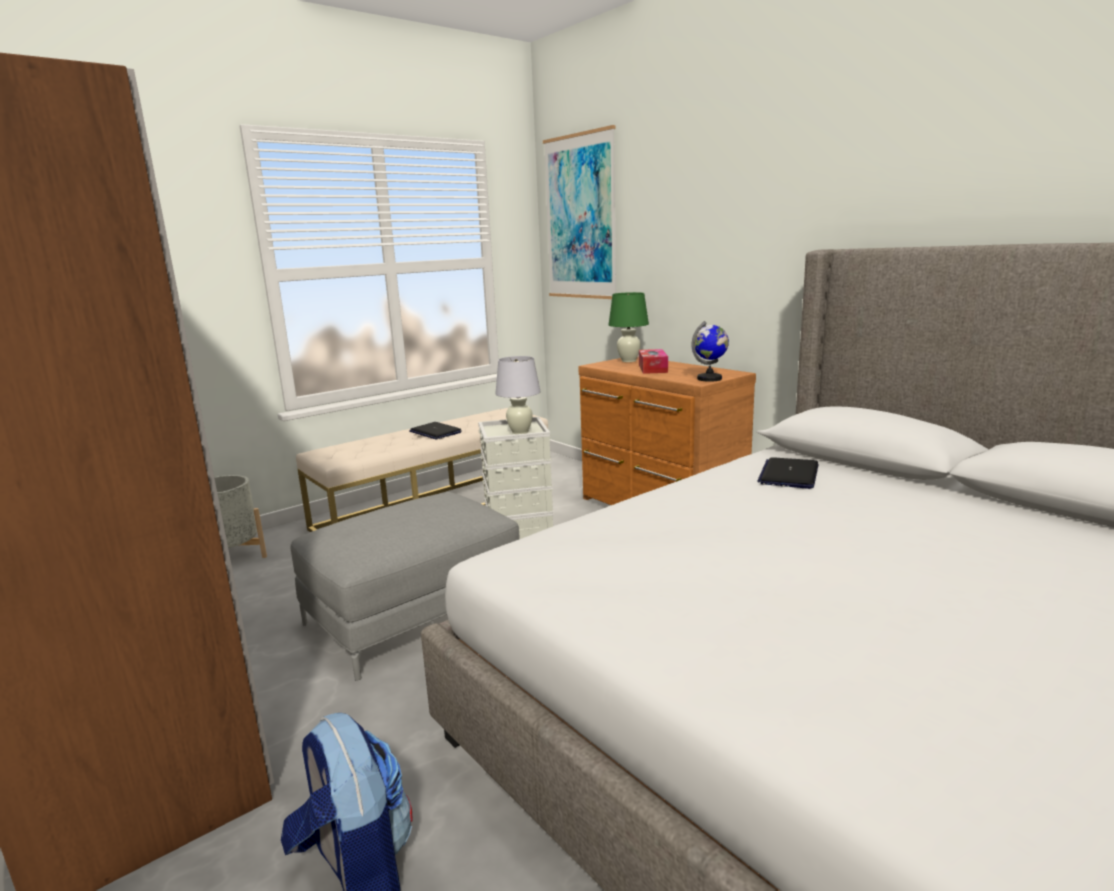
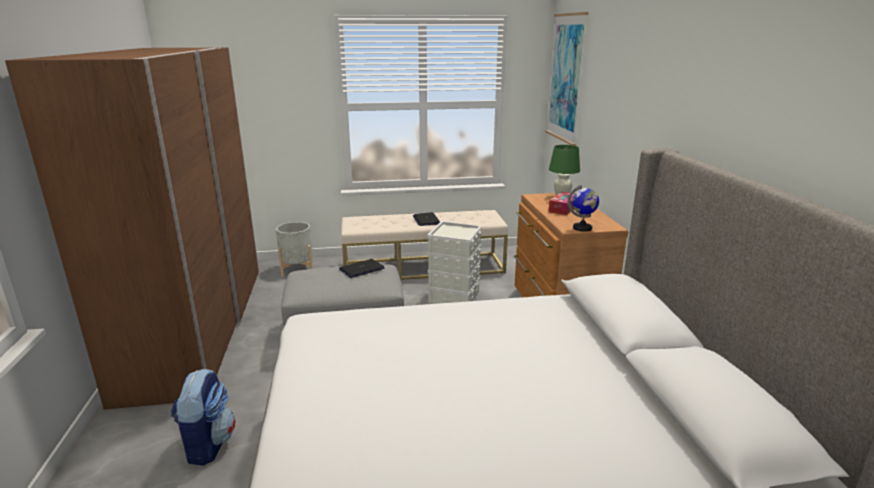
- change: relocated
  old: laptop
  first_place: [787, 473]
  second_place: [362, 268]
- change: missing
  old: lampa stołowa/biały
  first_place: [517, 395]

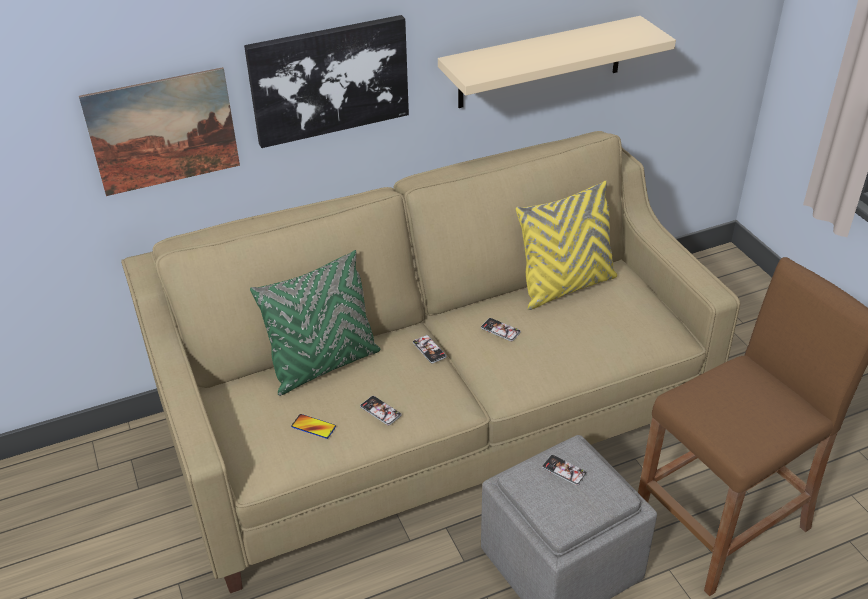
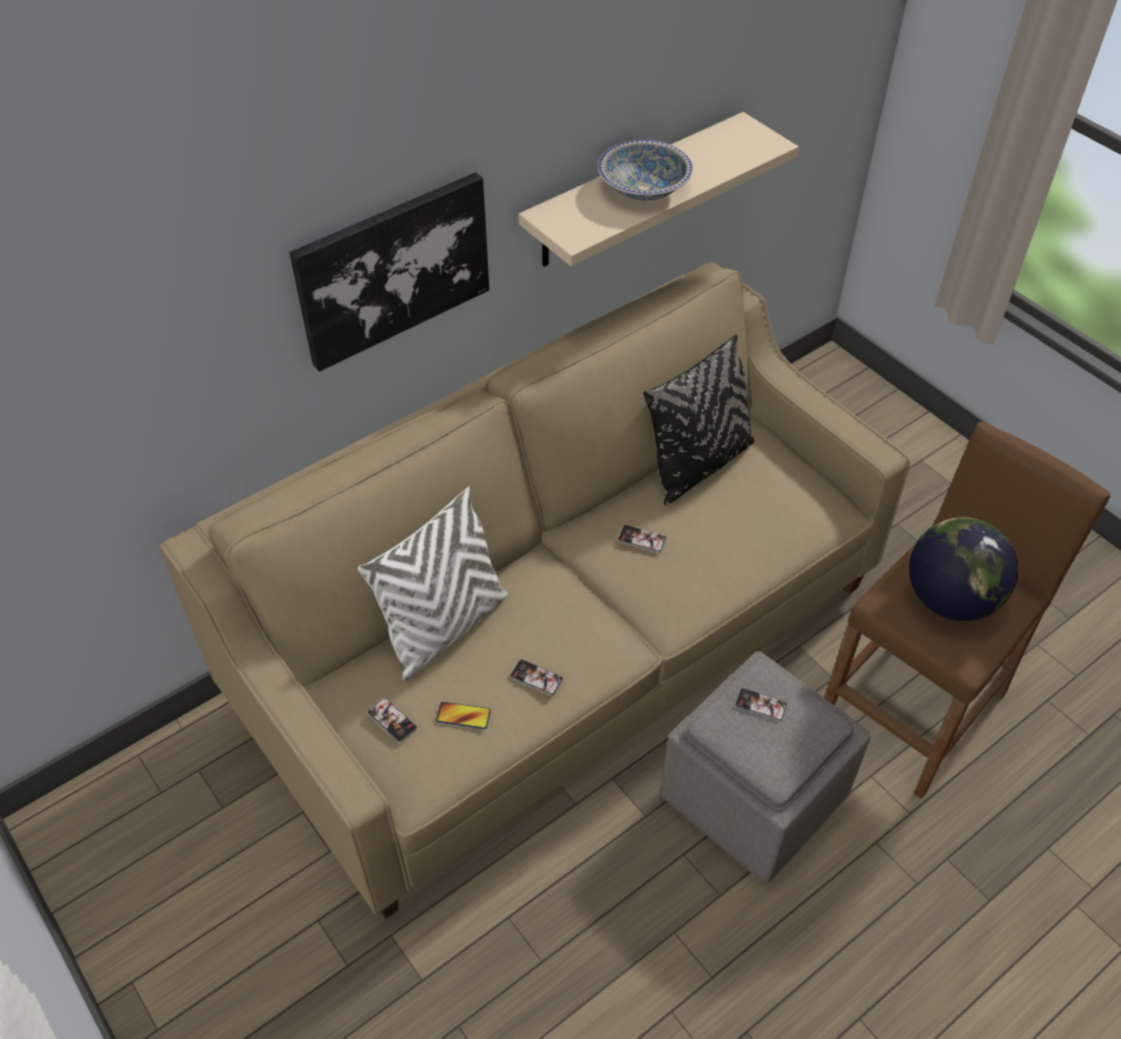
- change: colour
  old: poduszka/zielony
  new: poduszka/biały
  first_place: [315, 323]
  second_place: [433, 584]
- change: relocated
  old: telefon
  first_place: [430, 349]
  second_place: [392, 720]
- change: appeared
  new: miska
  second_place: [645, 170]
- change: colour
  old: poduszka/żółty
  new: poduszka/czarny
  first_place: [566, 245]
  second_place: [699, 419]
- change: appeared
  new: globus
  second_place: [963, 569]
- change: missing
  old: obraz
  first_place: [159, 131]

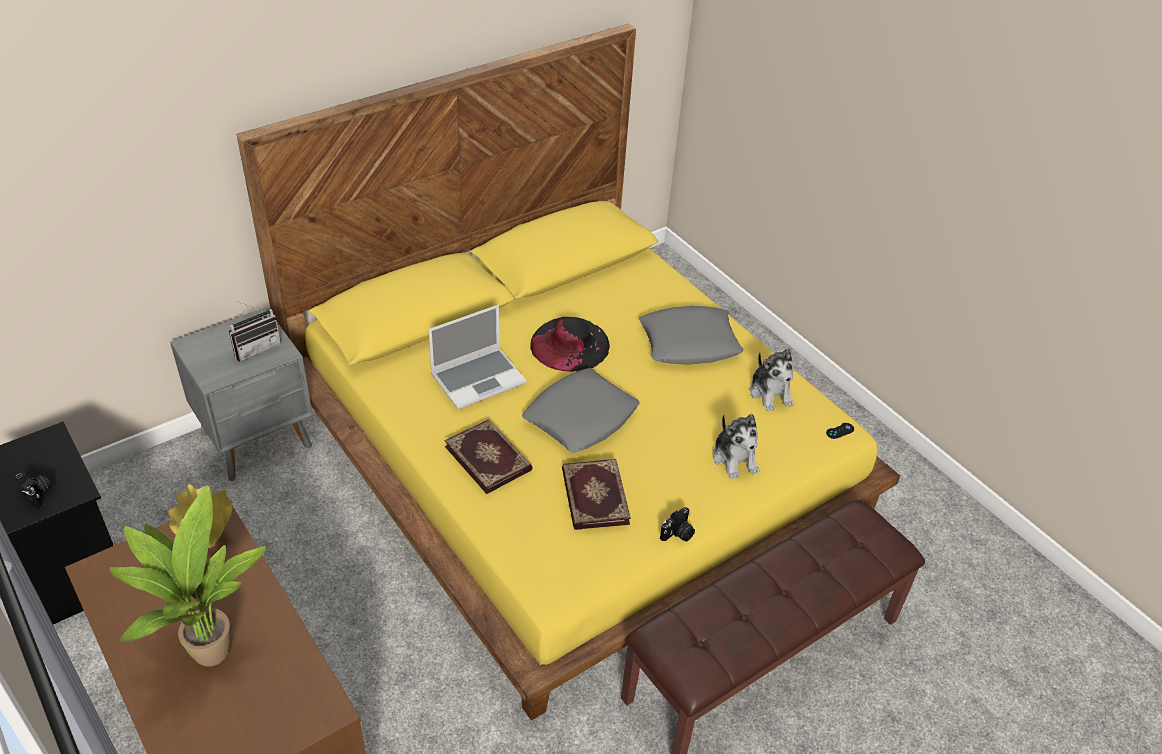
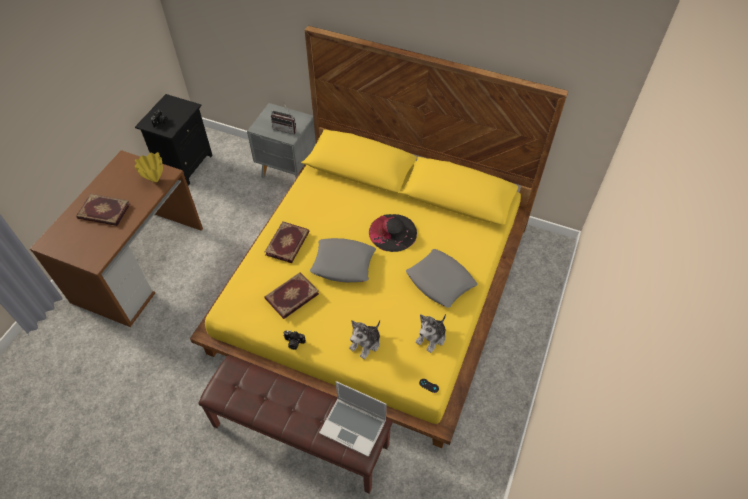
- change: exchanged
  old: roślina doniczkowa
  new: książka
  first_place: [187, 576]
  second_place: [103, 210]
- change: relocated
  old: laptop
  first_place: [477, 357]
  second_place: [353, 419]

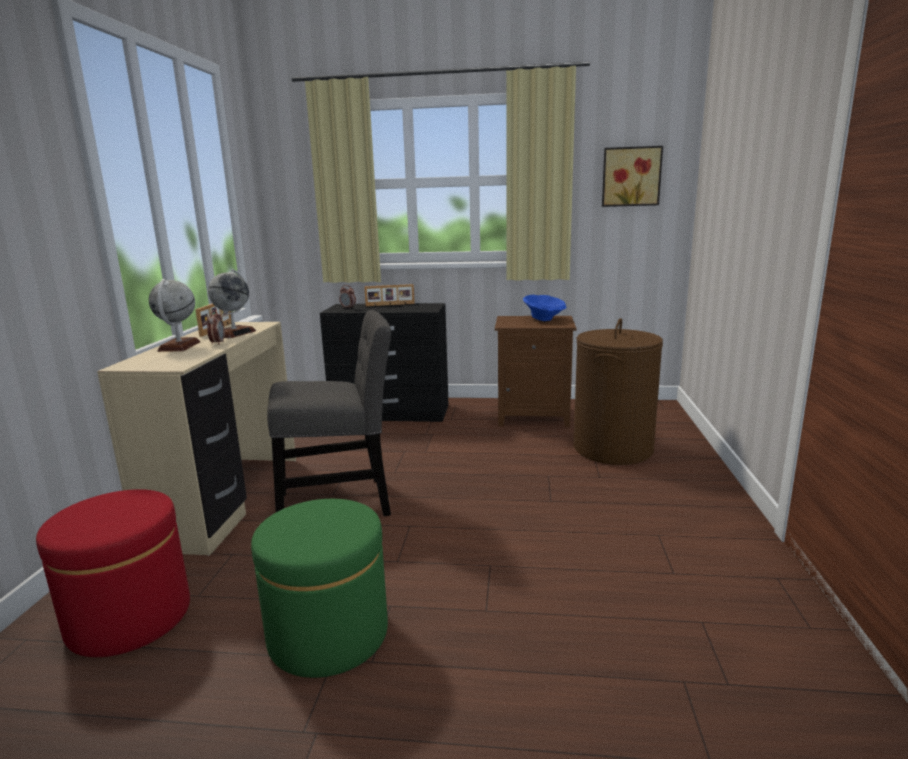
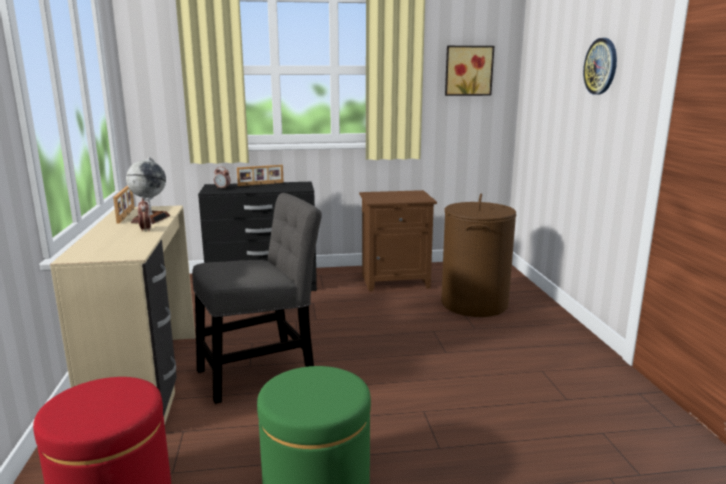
- change: appeared
  new: zegar ścienny
  second_place: [600, 66]
- change: missing
  old: globus
  first_place: [174, 315]
- change: missing
  old: miska/niebieski
  first_place: [544, 308]

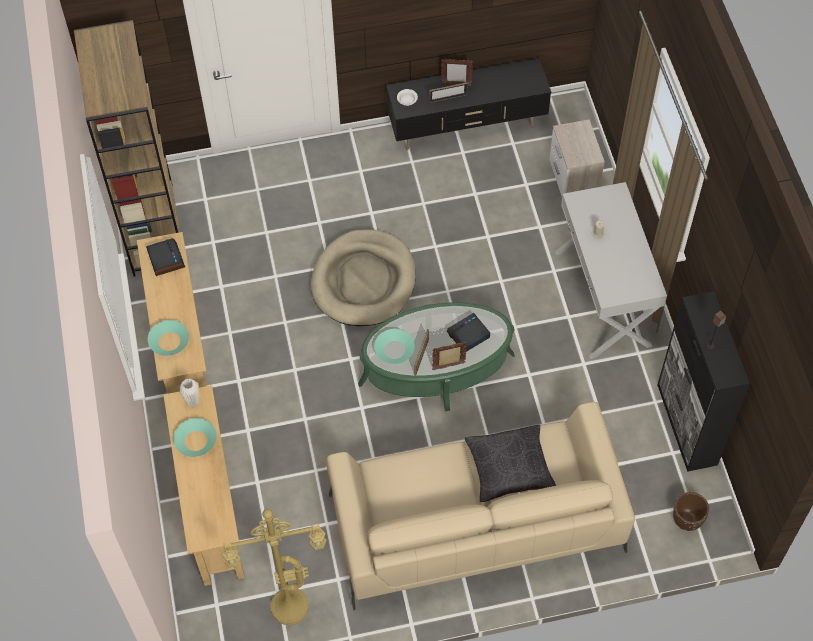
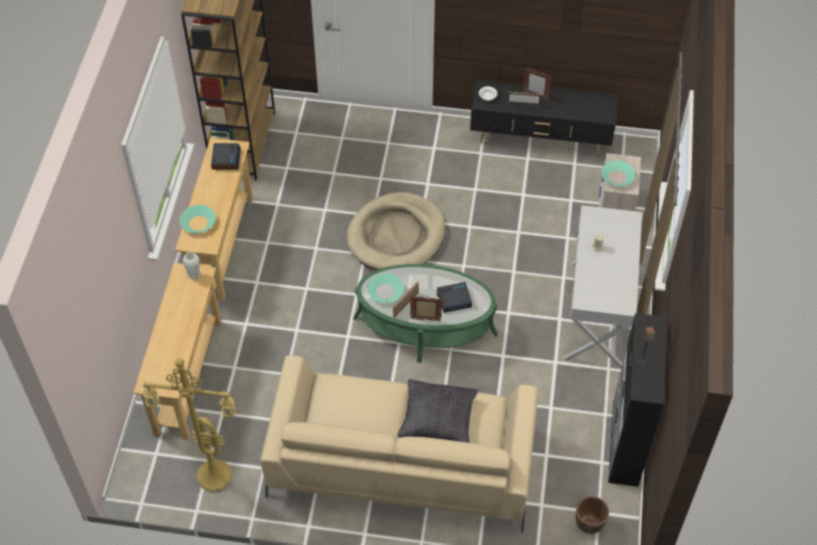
- change: relocated
  old: miska/turkusowy
  first_place: [195, 437]
  second_place: [618, 173]

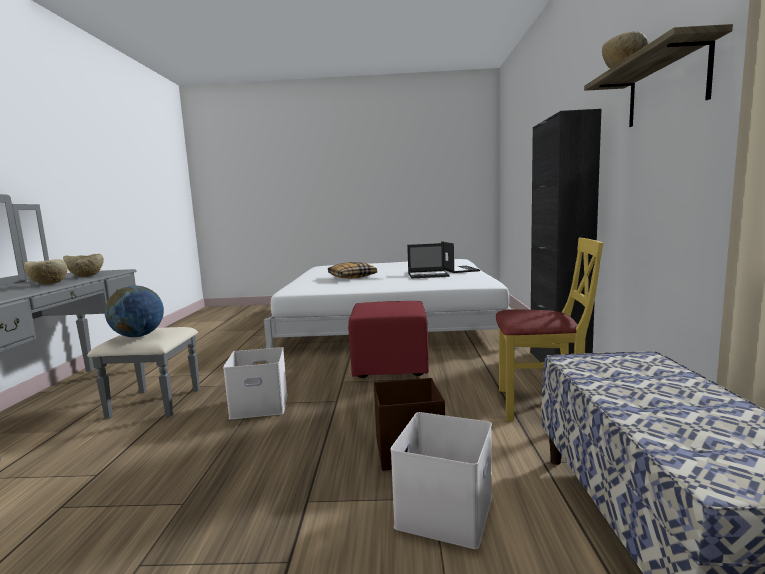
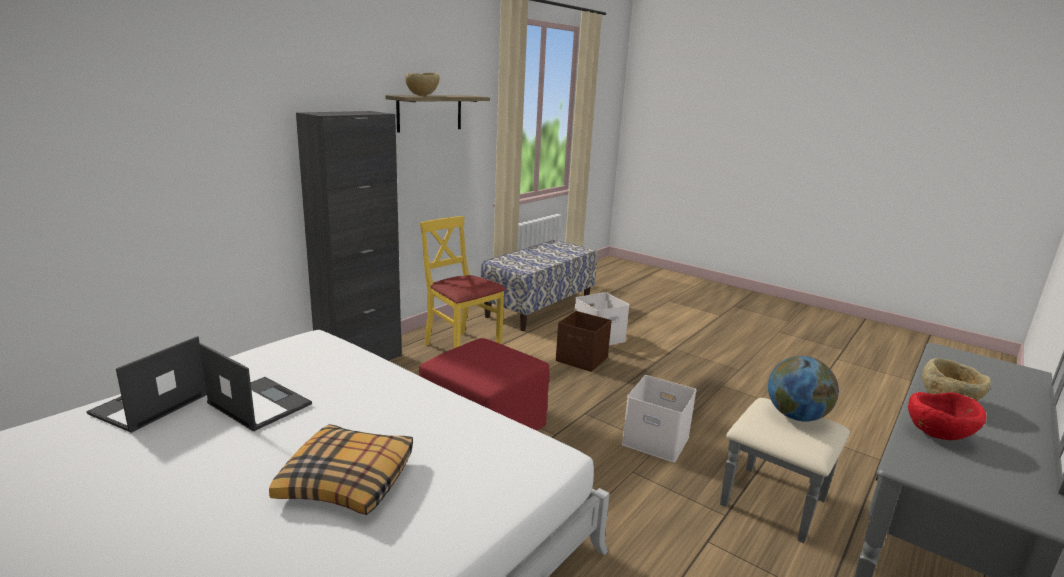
- change: colour
  old: miska/beżowy
  new: miska/czerwony
  first_place: [83, 265]
  second_place: [947, 416]

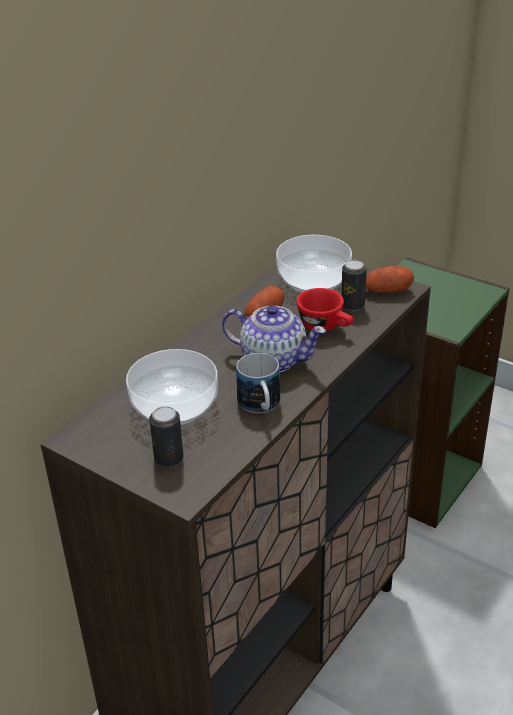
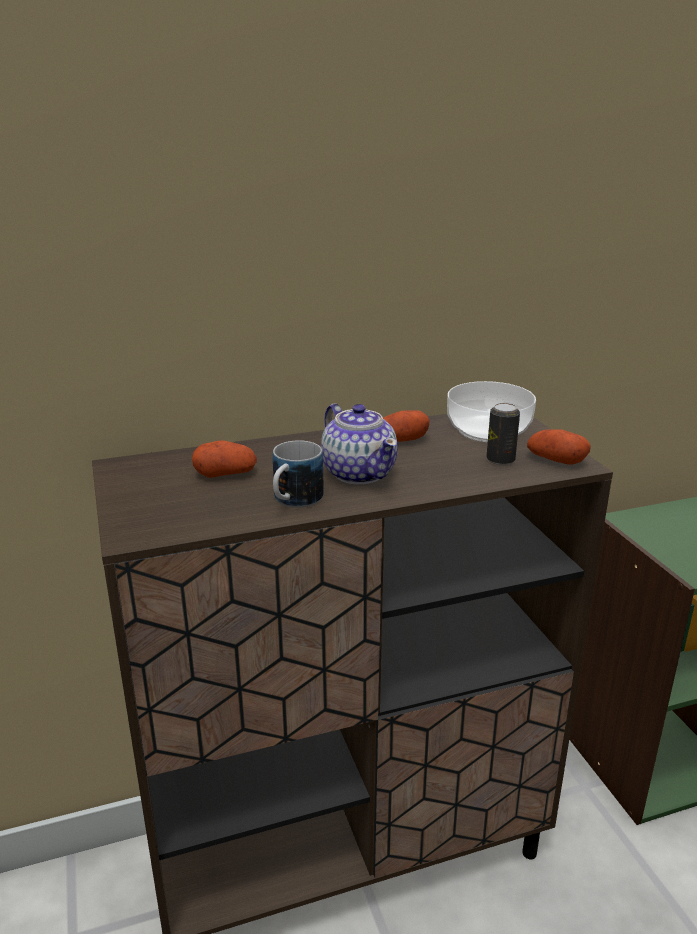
- change: exchanged
  old: miska
  new: ziemniak
  first_place: [172, 387]
  second_place: [224, 459]
- change: missing
  old: puszka
  first_place: [166, 436]
- change: missing
  old: filiżanka/czerwony
  first_place: [325, 310]

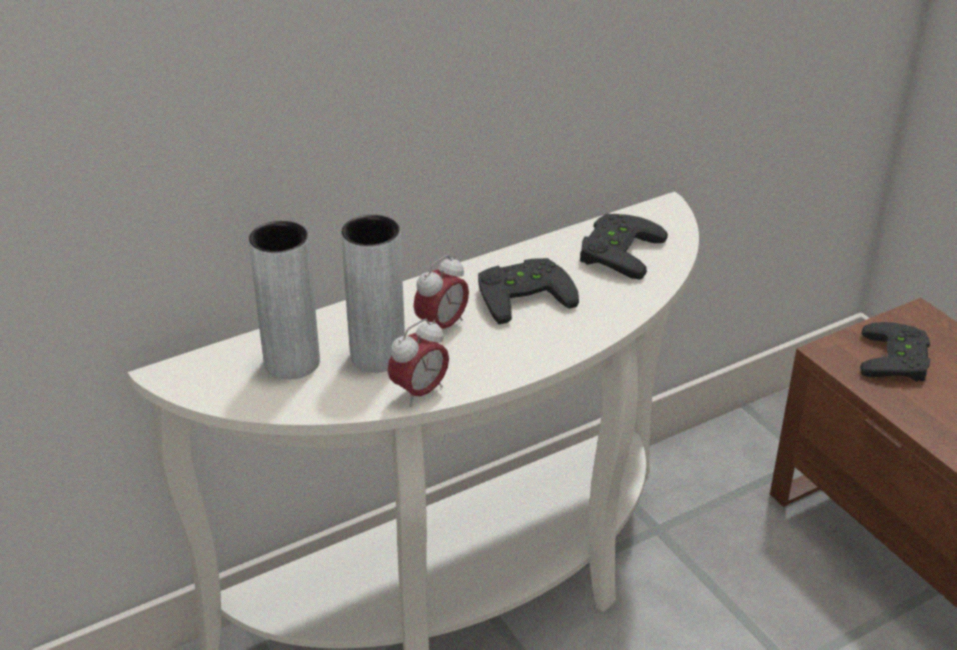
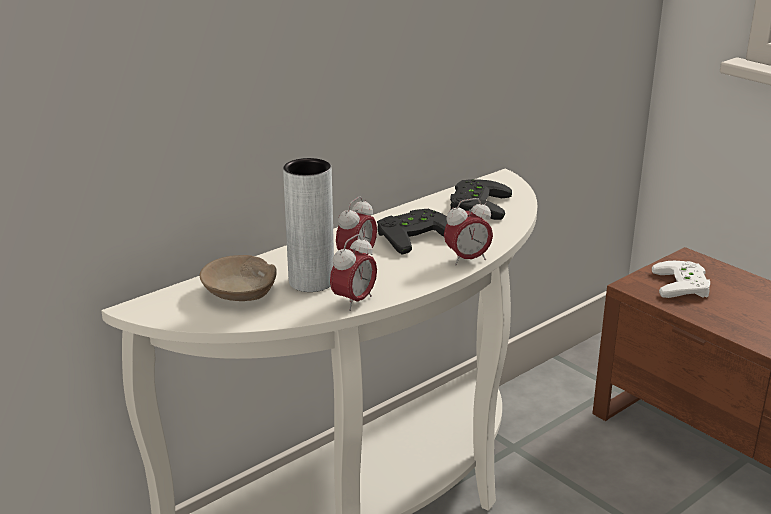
- change: exchanged
  old: wazon/szary
  new: miska/beżowy
  first_place: [284, 300]
  second_place: [238, 278]
- change: appeared
  new: budzik
  second_place: [468, 232]
- change: colour
  old: pad do gier/czarny
  new: pad do gier/biały
  first_place: [895, 352]
  second_place: [681, 279]

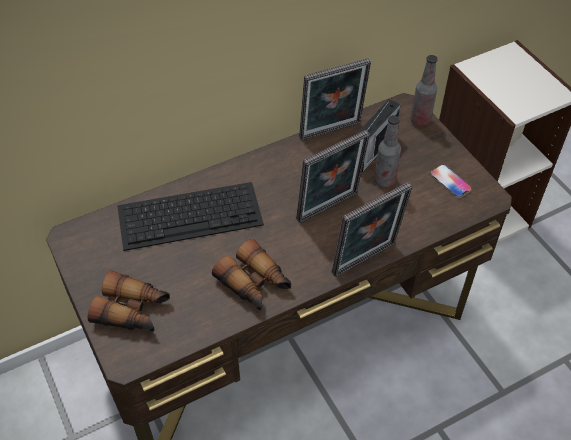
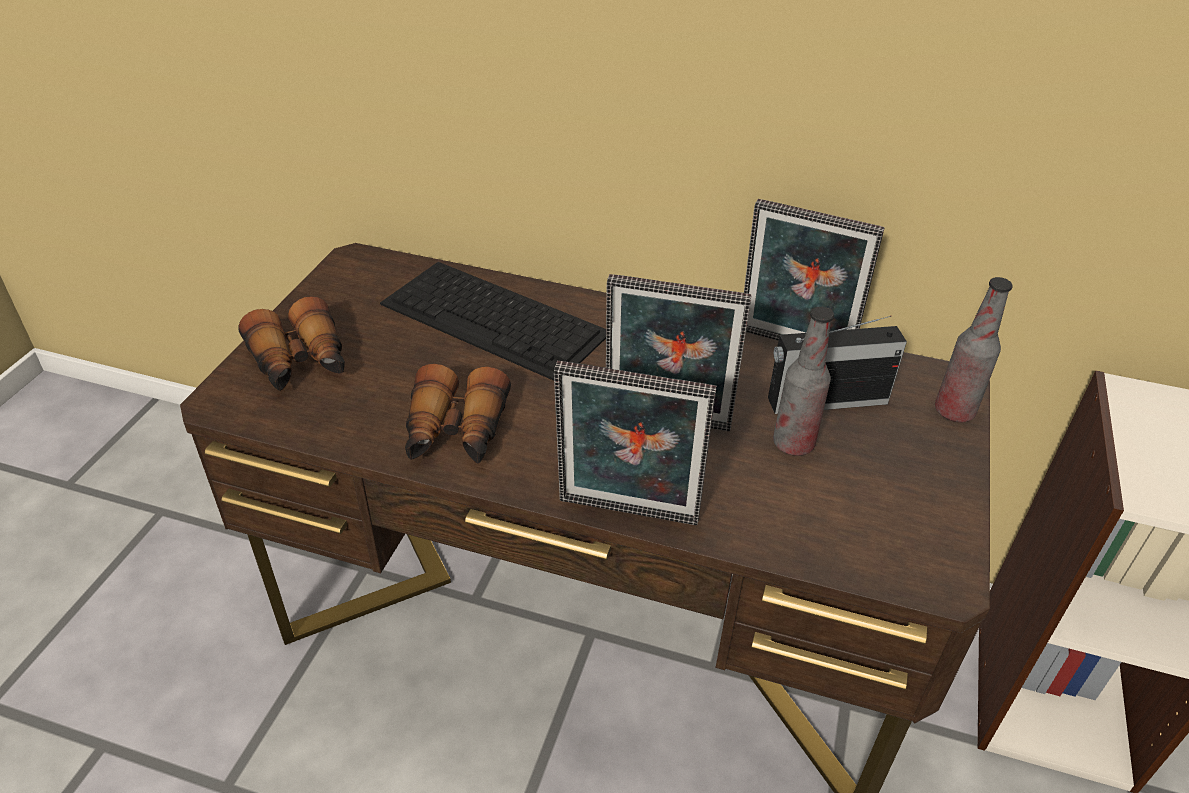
- change: missing
  old: telefon
  first_place: [451, 181]

